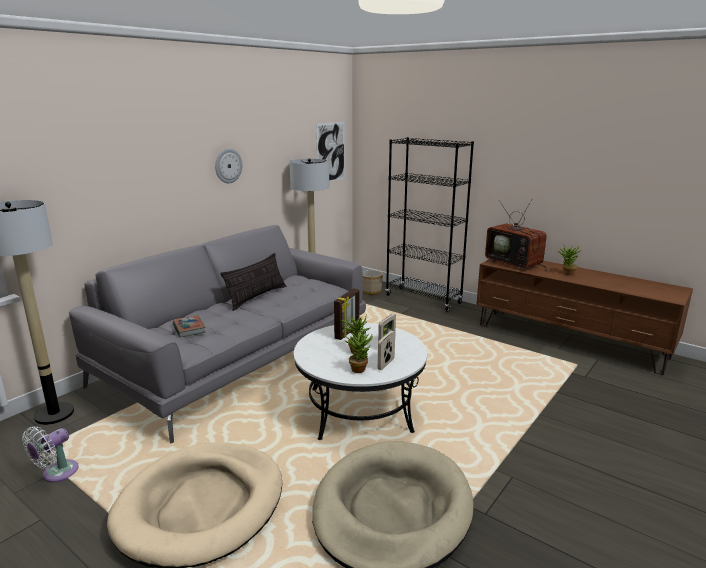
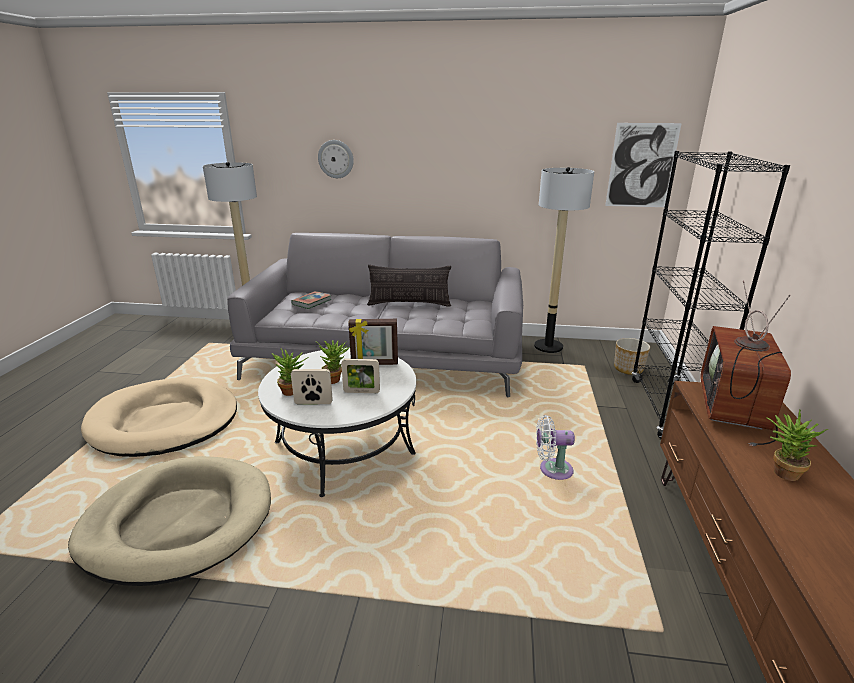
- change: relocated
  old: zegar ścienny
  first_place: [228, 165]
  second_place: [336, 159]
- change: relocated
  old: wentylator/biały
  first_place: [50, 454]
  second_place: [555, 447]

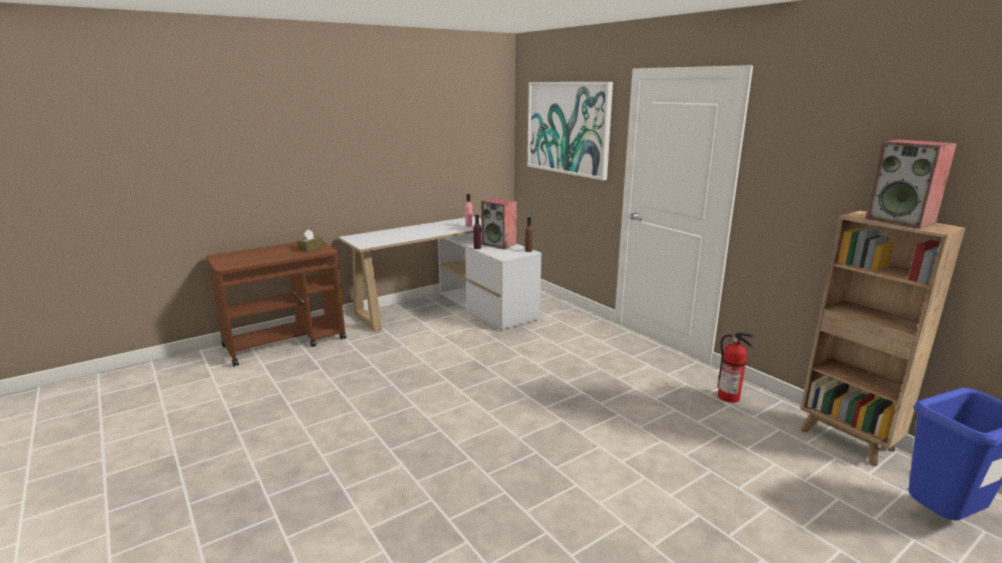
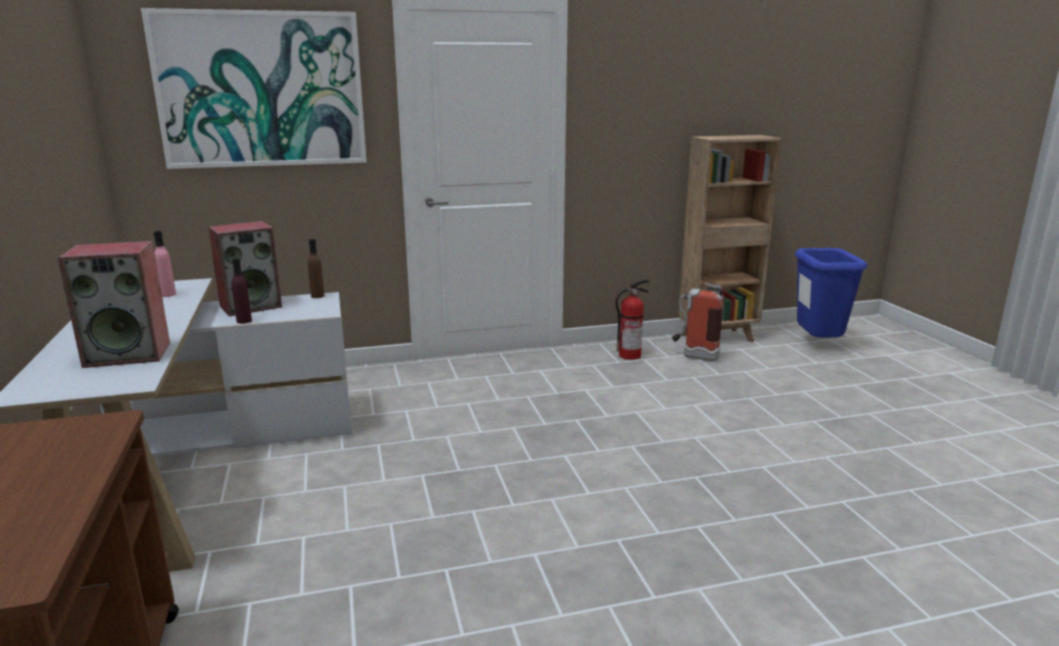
- change: relocated
  old: głośnik
  first_place: [911, 184]
  second_place: [114, 304]
- change: appeared
  new: gaśnica
  second_place: [698, 321]
- change: missing
  old: pudełko chusteczek/brązowy
  first_place: [310, 240]

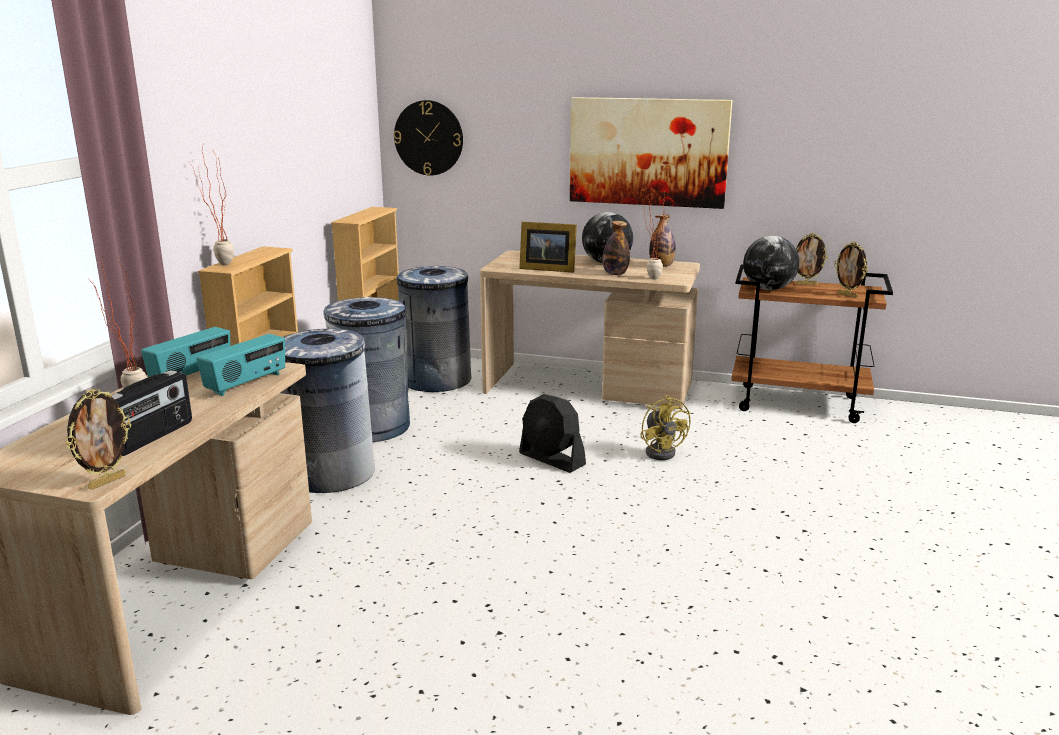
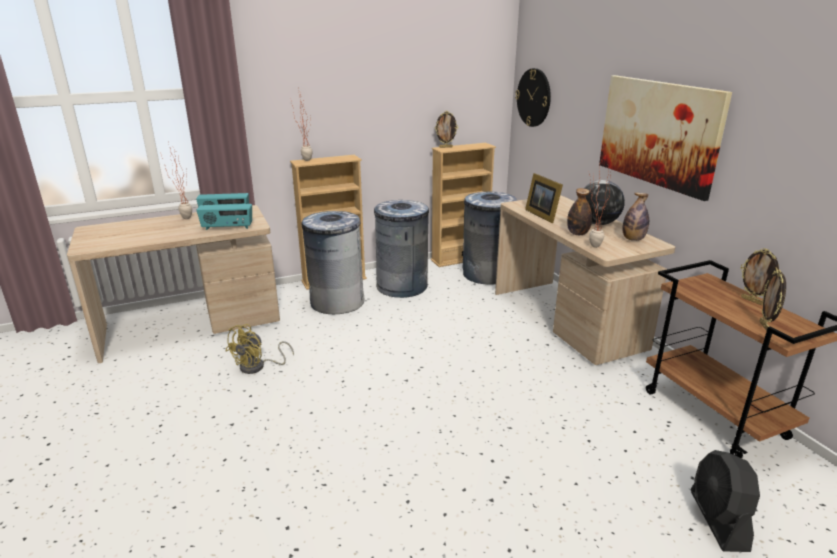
- change: relocated
  old: wentylator/żółty
  first_place: [665, 427]
  second_place: [259, 349]
- change: relocated
  old: ramka na zdjęcie
  first_place: [98, 439]
  second_place: [446, 129]
- change: relocated
  old: wentylator/czarny
  first_place: [552, 433]
  second_place: [725, 501]
- change: missing
  old: radio
  first_place: [152, 413]
- change: missing
  old: globus
  first_place: [771, 263]

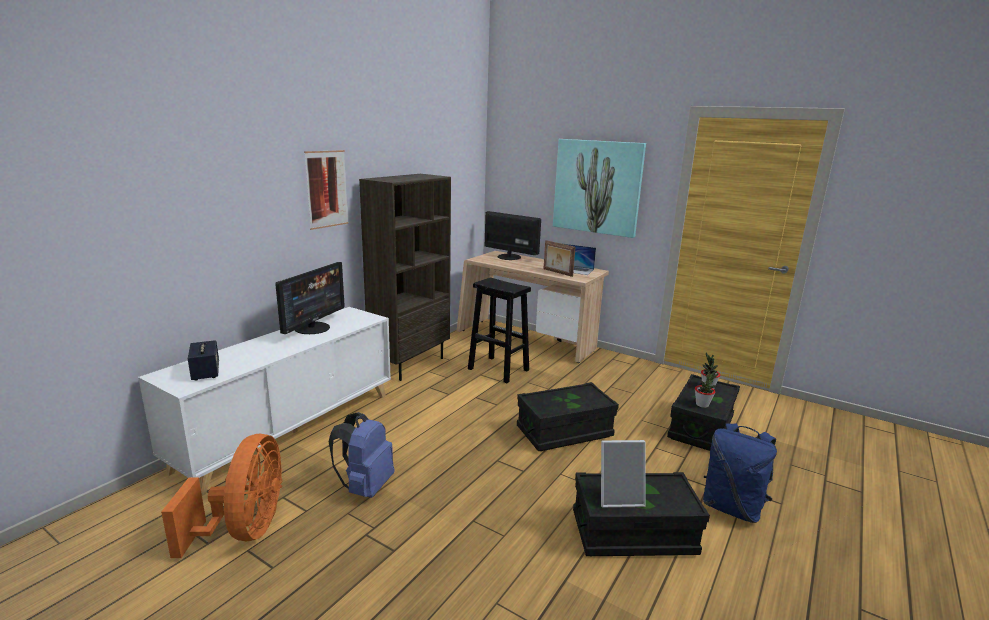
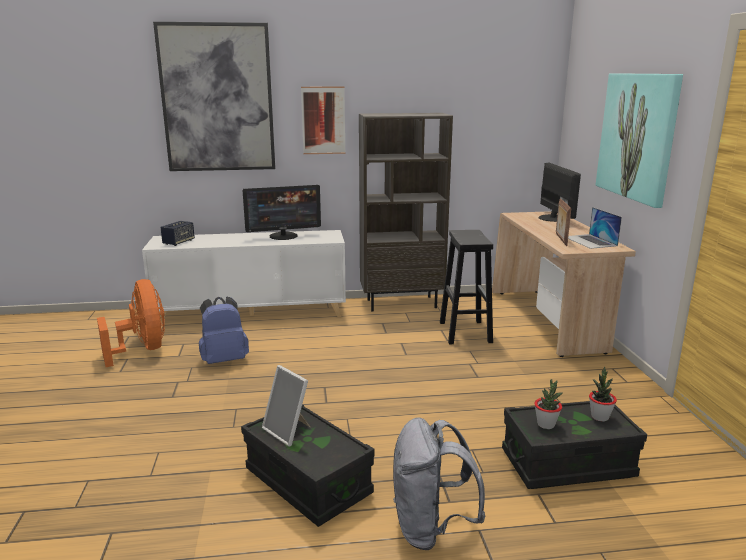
- change: spun
  old: wentylator/pomarańczowy
  first_place: [222, 496]
  second_place: [131, 323]
  degrees: -75
- change: appeared
  new: obraz
  second_place: [214, 96]
- change: colour
  old: plecak/niebieski
  new: plecak/szary
  first_place: [740, 473]
  second_place: [439, 484]
- change: missing
  old: pojemnik do przechowywania/czarny
  first_place: [568, 416]

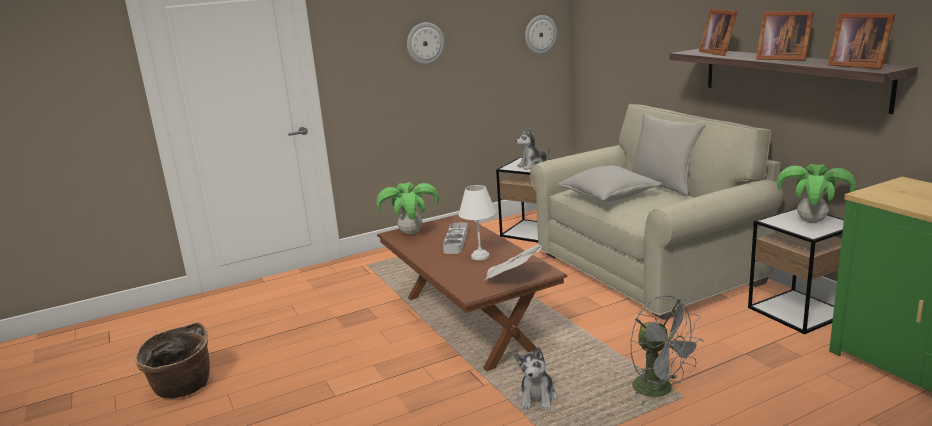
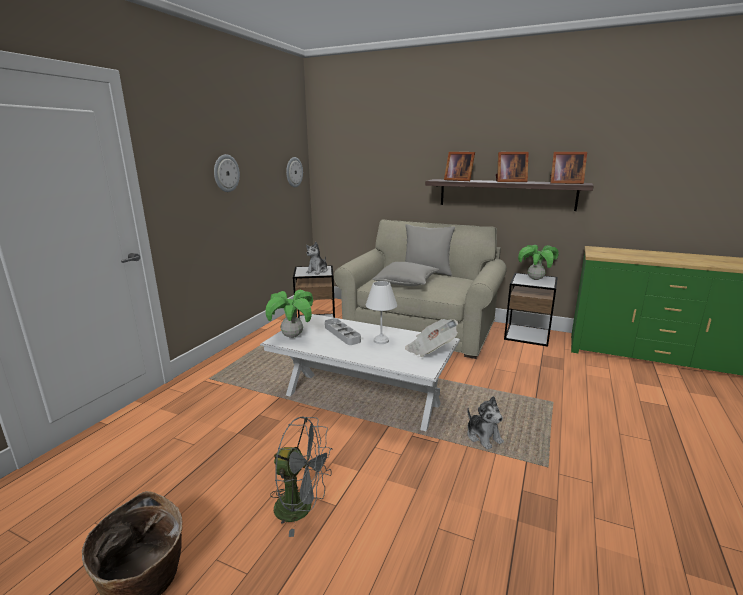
- change: colour
  old: ława/brązowy
  new: ława/biały
  first_place: [472, 292]
  second_place: [360, 372]
- change: relocated
  old: wentylator/szary
  first_place: [667, 350]
  second_place: [301, 476]

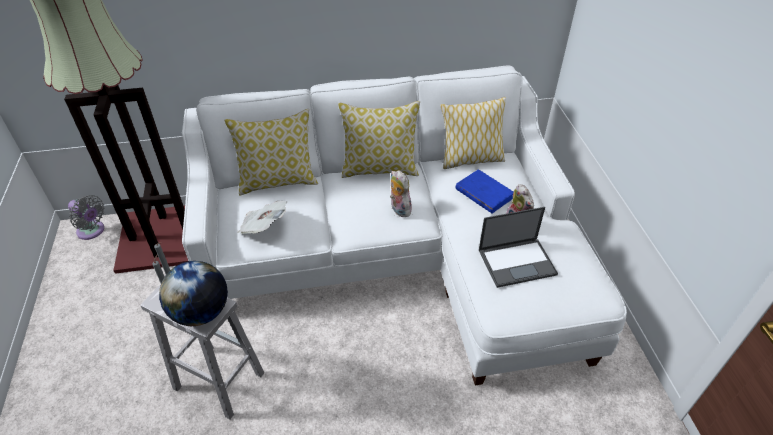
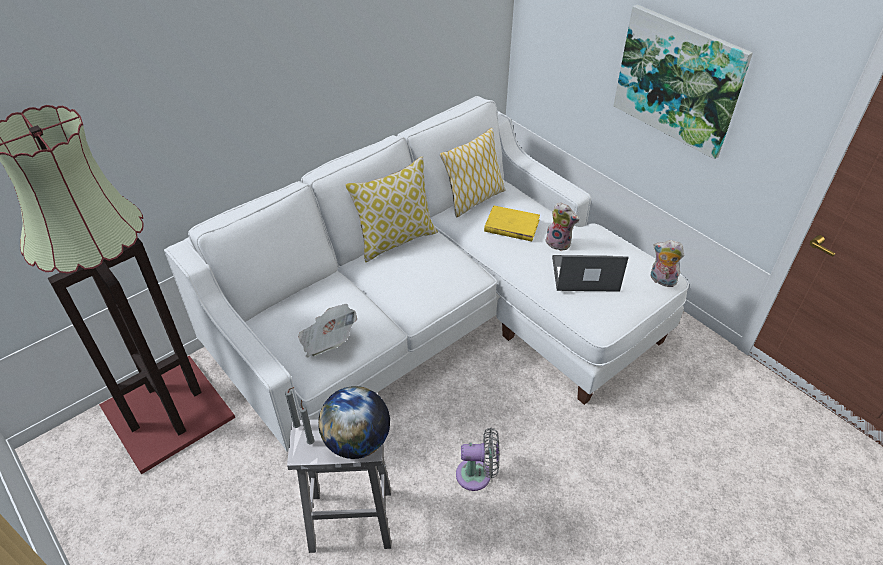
- change: relocated
  old: wentylator/szary
  first_place: [86, 217]
  second_place: [477, 459]
- change: colour
  old: książka/niebieski
  new: książka/żółty
  first_place: [484, 191]
  second_place: [512, 223]
- change: spun
  old: laptop
  first_place: [518, 247]
  second_place: [590, 273]
  degrees: -135
- change: appeared
  new: obraz
  second_place: [683, 82]
- change: relocated
  old: pluszak
  first_place: [401, 193]
  second_place: [667, 263]
- change: missing
  old: poduszka
  first_place: [271, 152]

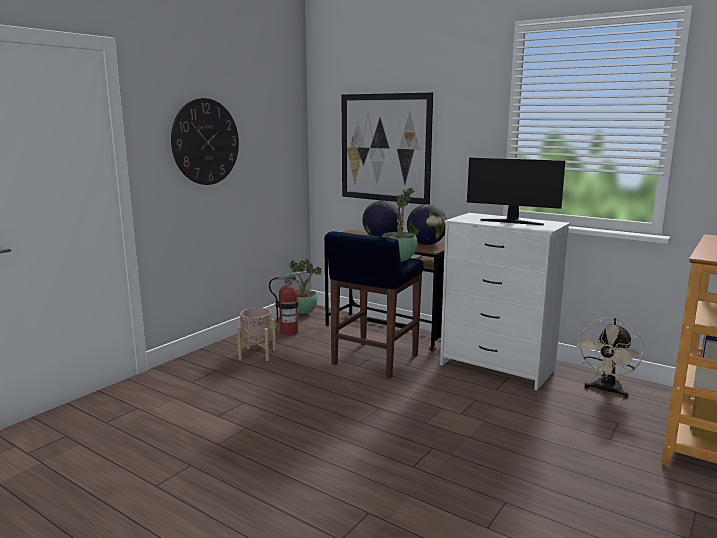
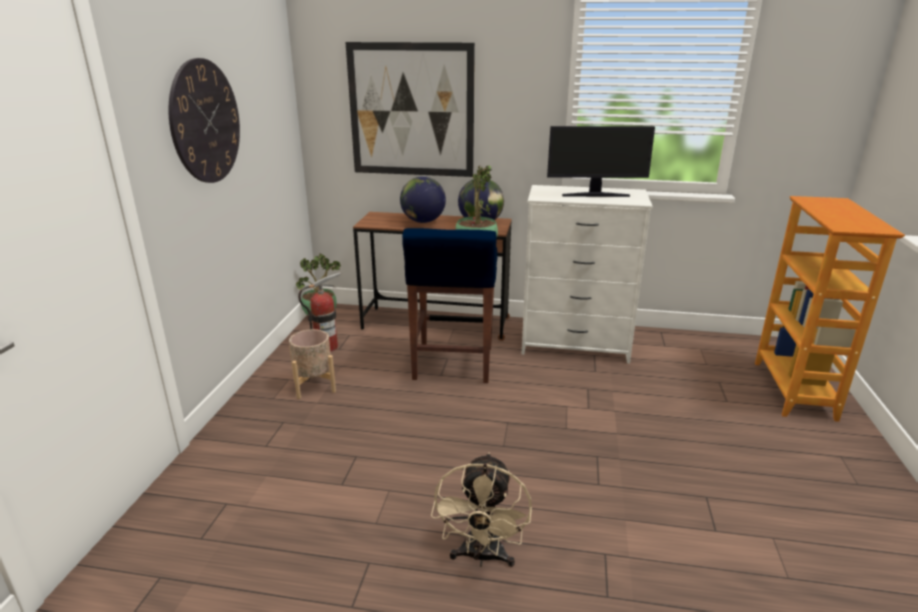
- change: relocated
  old: wentylator/beżowy
  first_place: [610, 358]
  second_place: [481, 510]

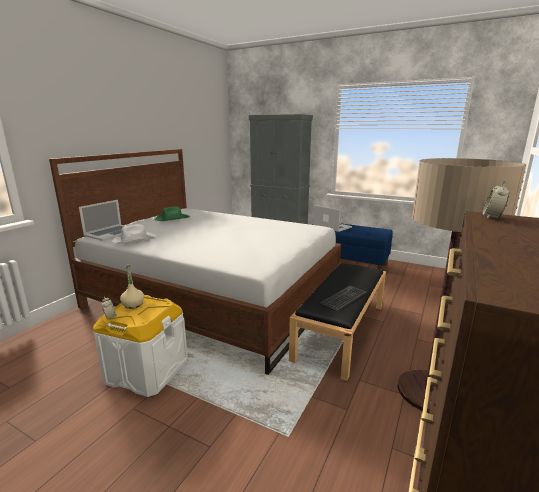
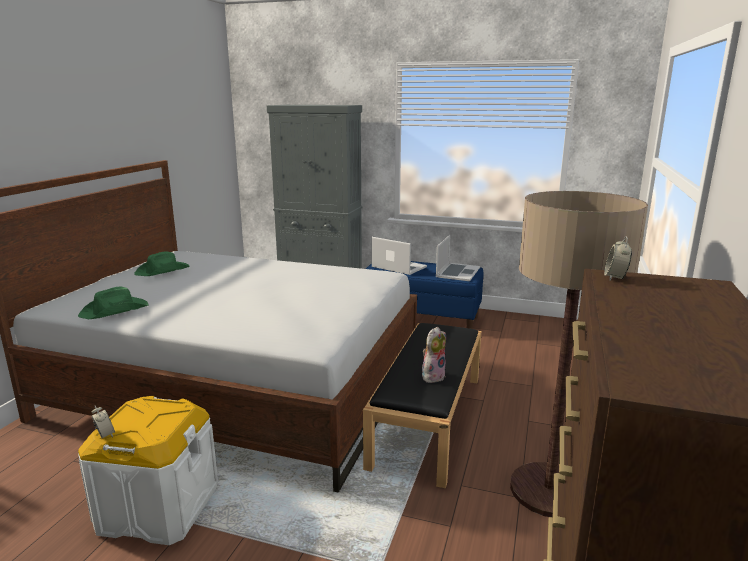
- change: colour
  old: kapelusz/biały
  new: kapelusz/zielony
  first_place: [134, 233]
  second_place: [113, 303]
- change: exchanged
  old: klawiatura
  new: pluszak
  first_place: [343, 299]
  second_place: [434, 355]
- change: relocated
  old: laptop
  first_place: [102, 220]
  second_place: [458, 258]
- change: missing
  old: butelka/beżowy
  first_place: [132, 287]

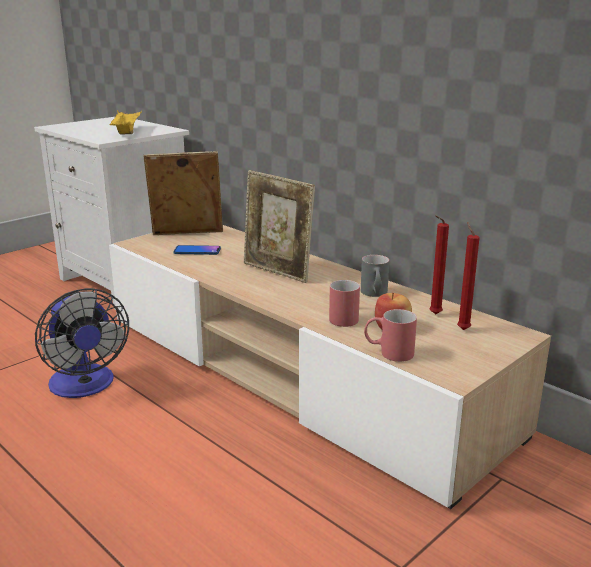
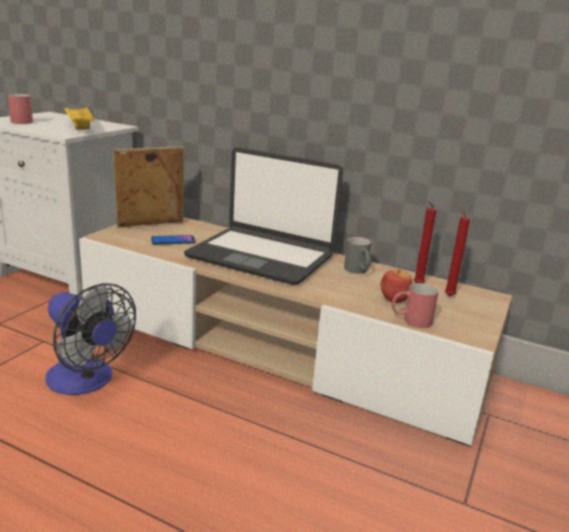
- change: relocated
  old: kubek/czerwony
  first_place: [344, 303]
  second_place: [20, 109]
- change: exchanged
  old: ramka na zdjęcie
  new: laptop
  first_place: [279, 226]
  second_place: [263, 216]

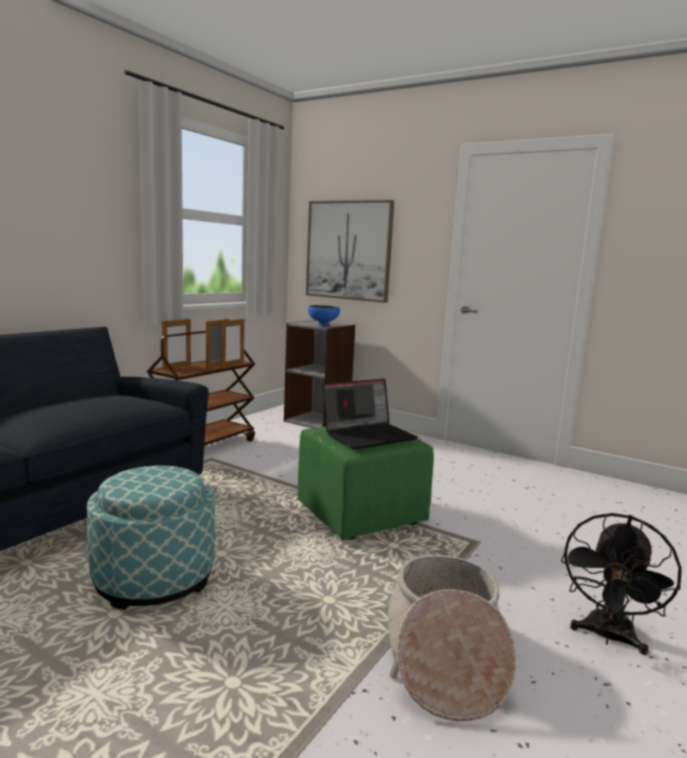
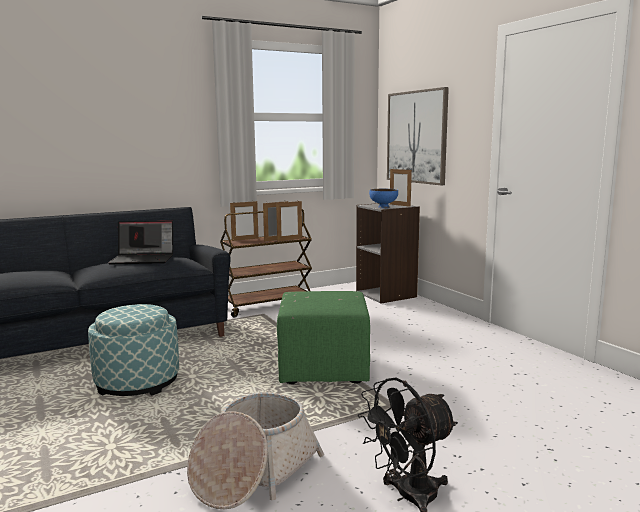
- change: relocated
  old: laptop
  first_place: [370, 414]
  second_place: [140, 242]
- change: appeared
  new: ramka na zdjęcie
  second_place: [401, 187]

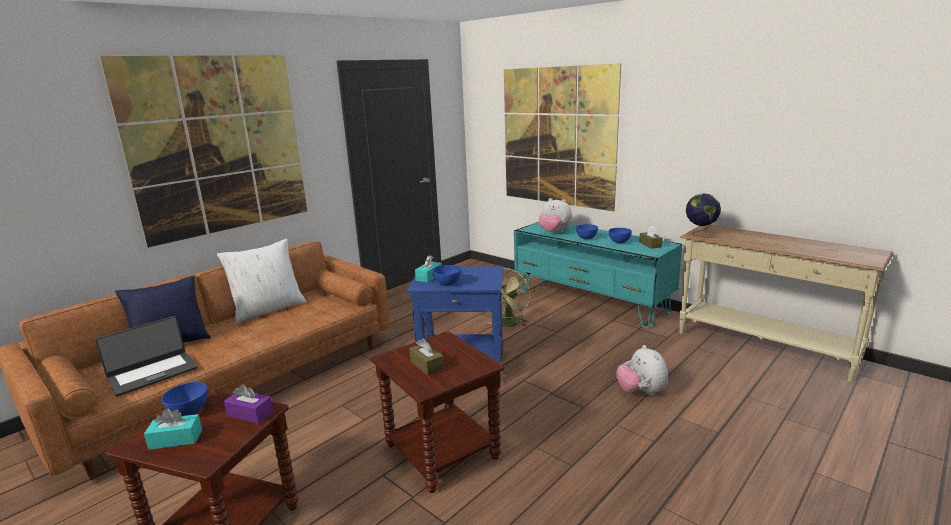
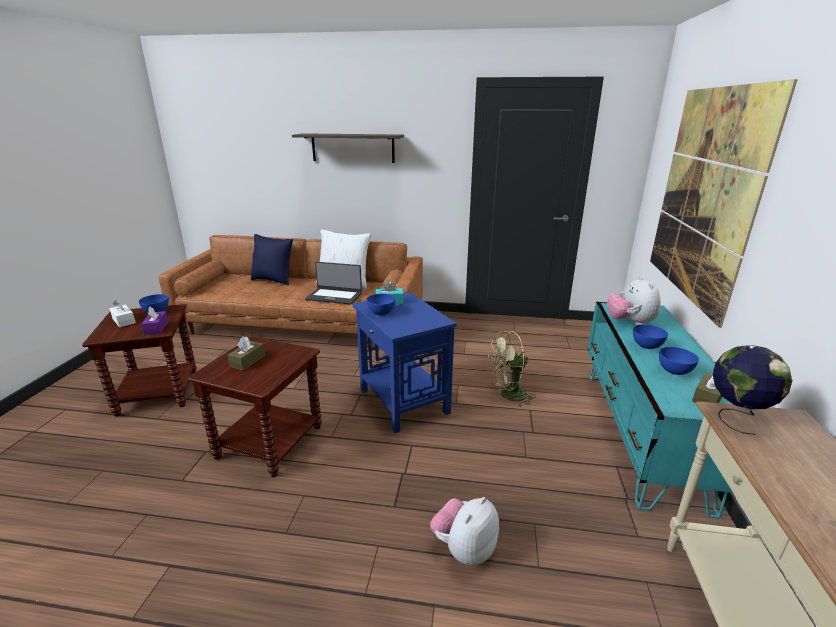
- change: colour
  old: pudełko chusteczek/turkusowy
  new: pudełko chusteczek/biały
  first_place: [173, 429]
  second_place: [123, 313]
- change: exchanged
  old: obraz
  new: półka
  first_place: [203, 151]
  second_place: [348, 148]
- change: relocated
  old: laptop
  first_place: [146, 356]
  second_place: [333, 283]

